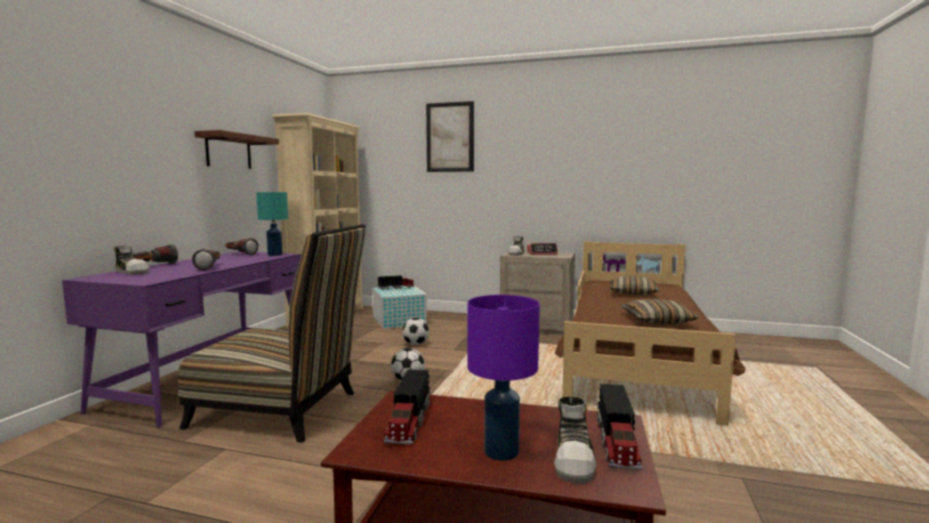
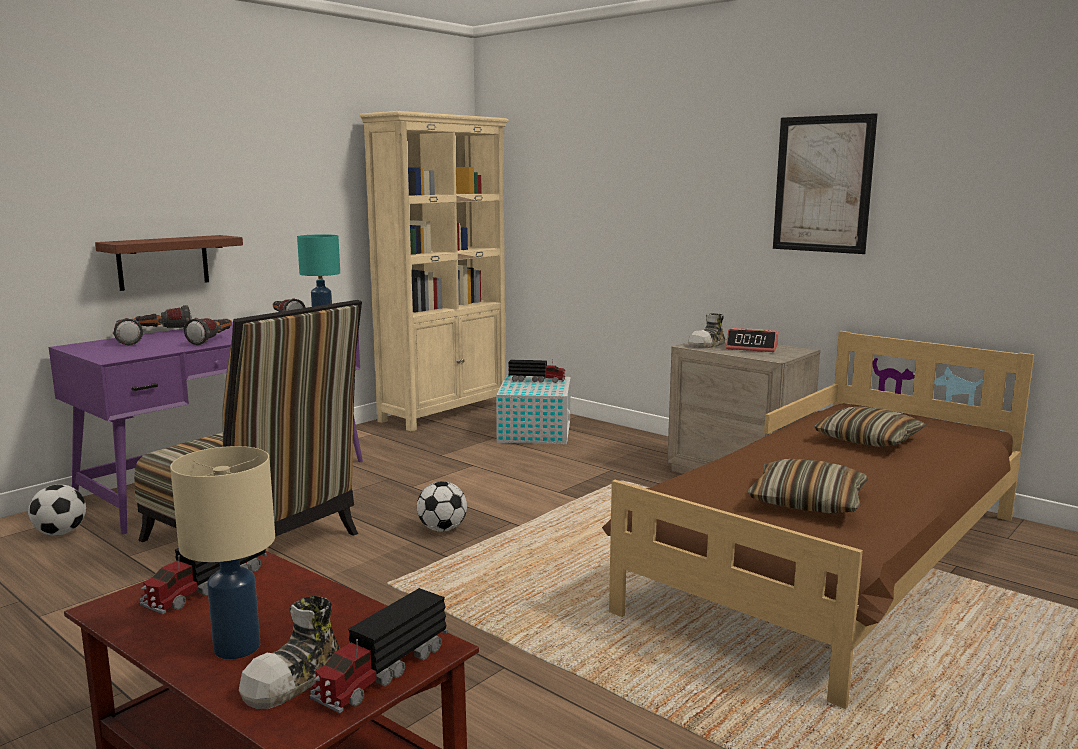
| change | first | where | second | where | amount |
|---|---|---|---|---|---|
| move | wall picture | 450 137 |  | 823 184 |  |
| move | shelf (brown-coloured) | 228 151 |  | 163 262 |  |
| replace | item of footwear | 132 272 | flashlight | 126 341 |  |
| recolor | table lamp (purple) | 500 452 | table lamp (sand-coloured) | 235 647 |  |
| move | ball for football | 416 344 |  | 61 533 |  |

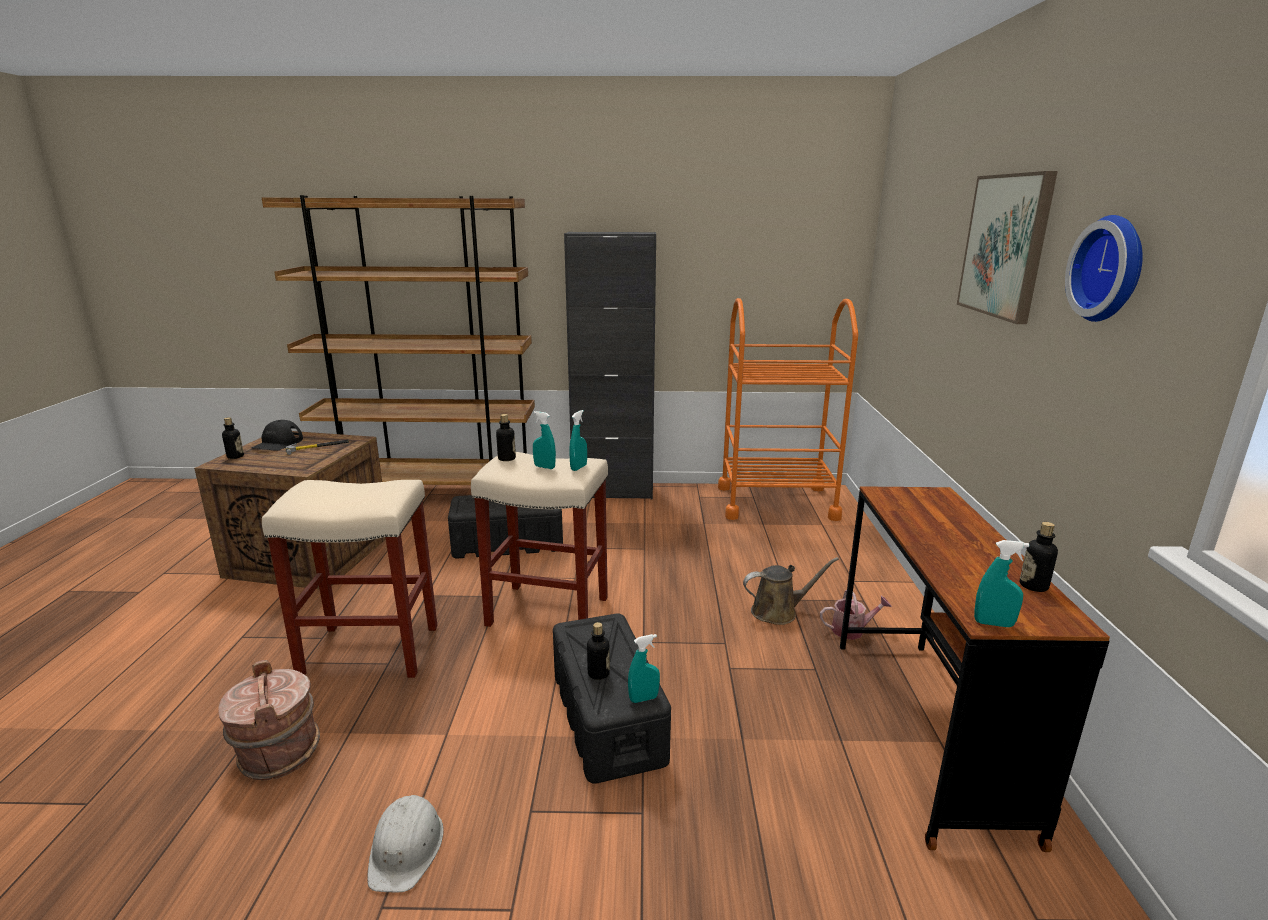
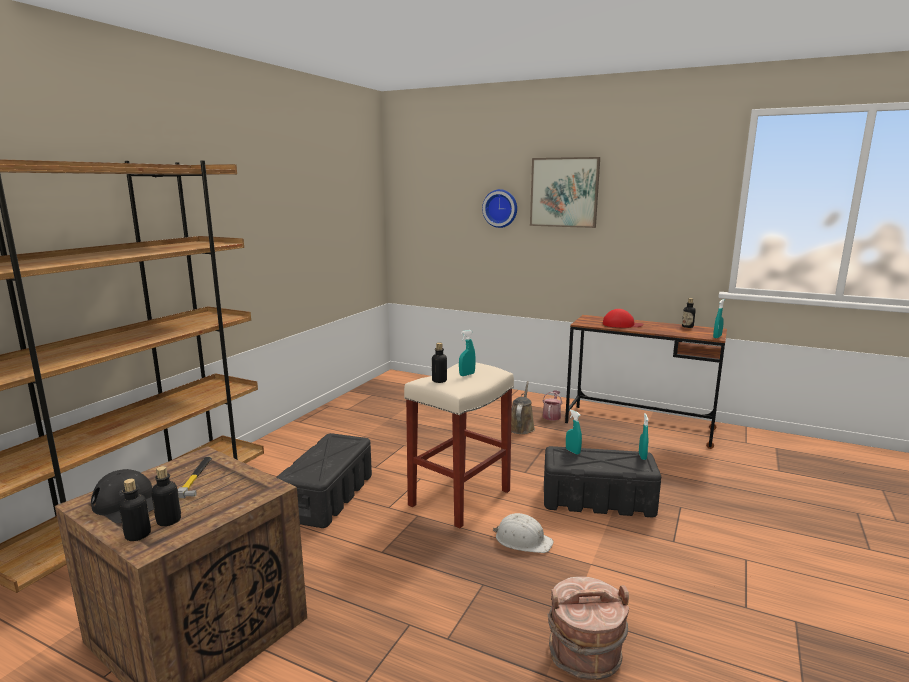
| change | first | where | second | where | amount |
|---|---|---|---|---|---|
| move | wall clock | 1112 269 |  | 500 208 |  |
| delete | storage cabinet (blackish) | 613 492 |  |  |  |
| delete | wheeled cart (orange-coloured) | 776 502 |  |  |  |
| move | hand sprayer (turquoise-coloured) | 578 467 |  | 572 451 |  |
| delete | stool (sand-coloured) | 372 650 |  |  |  |
| move | beverage bottle | 598 673 |  | 169 520 |  |
| move | safety helmet (whitish) | 406 848 |  | 523 540 |  |
| insert |  |  | baseball cap (red-coloured) | 621 325 |  |

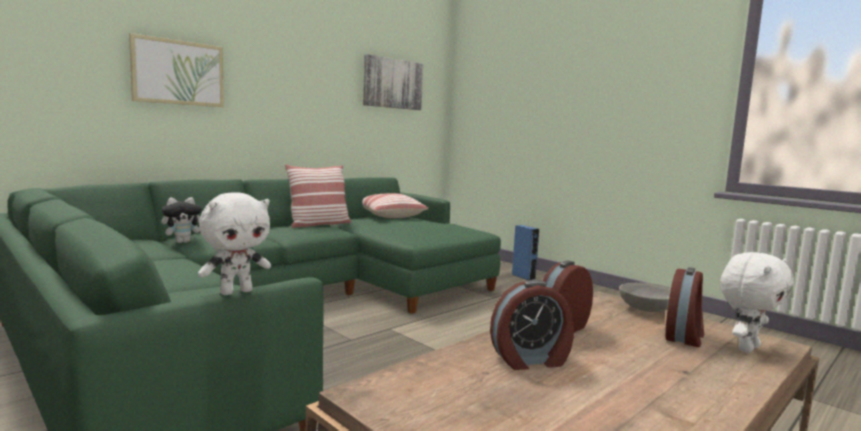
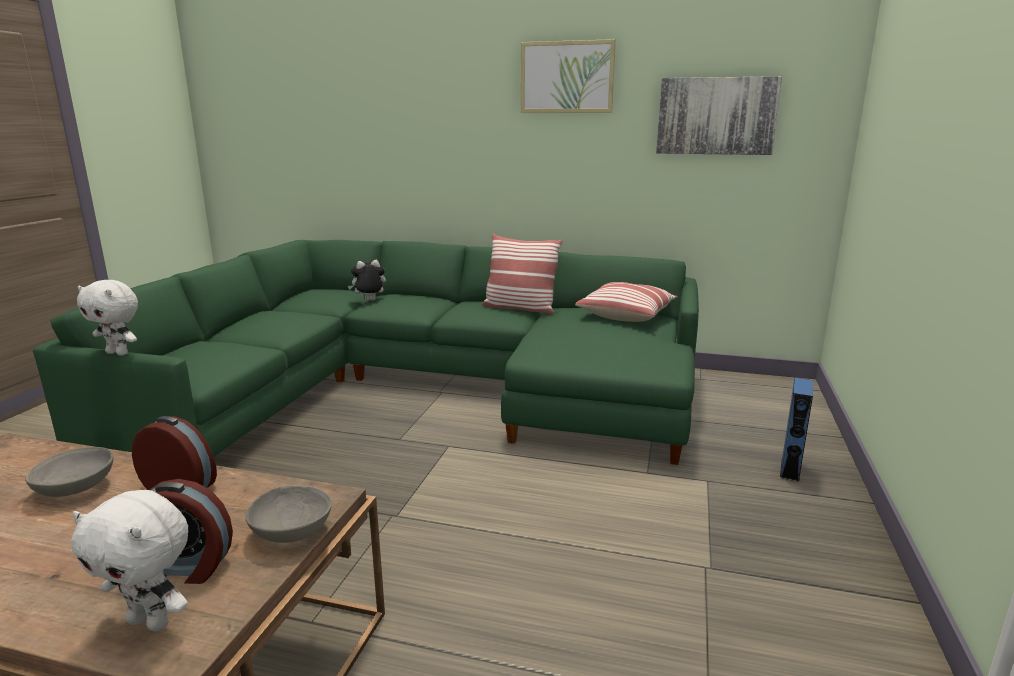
| change | first | where | second | where | amount |
|---|---|---|---|---|---|
| move | wall picture | 178 72 |  | 567 77 |  |
| rotate | cuddly toy | 183 242 |  | 369 301 | 135 degrees clockwise |
| replace | bedside clock | 531 360 | bowl (greyish) | 77 488 |  |

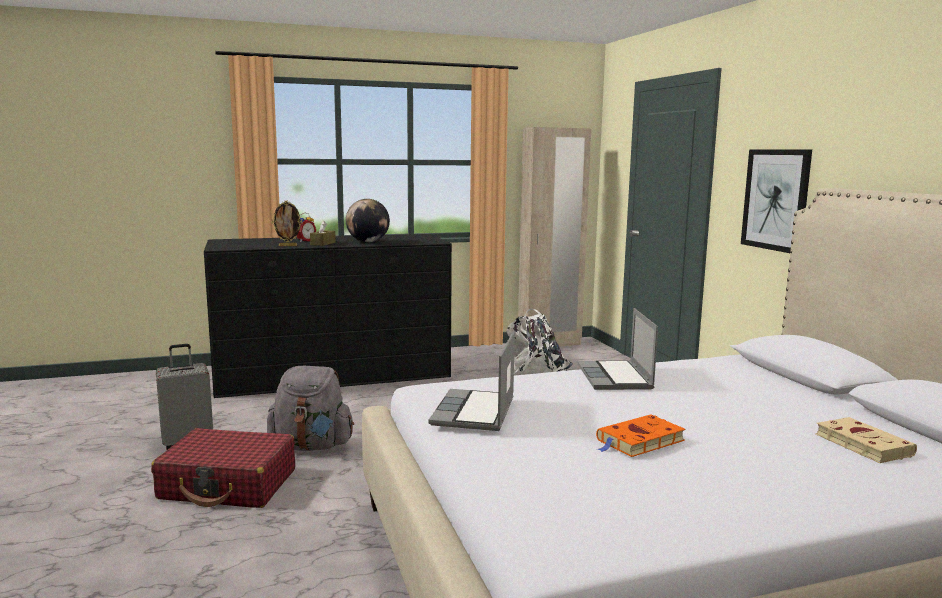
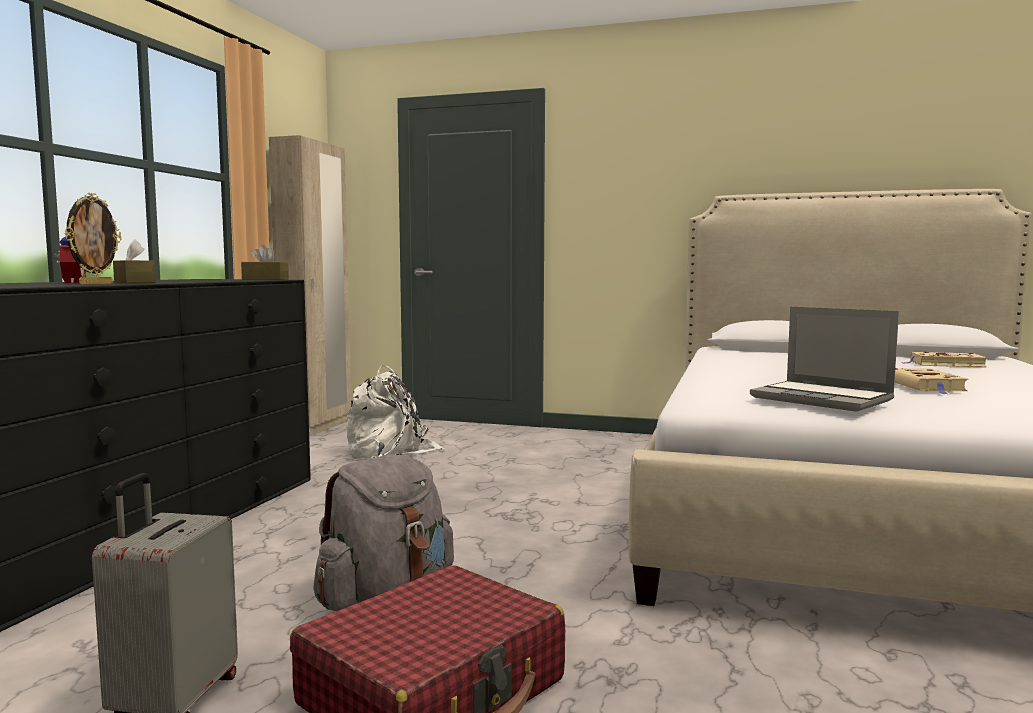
| change | first | where | second | where | amount |
|---|---|---|---|---|---|
| delete | wall picture | 776 199 |  |  |  |
| delete | globe | 368 242 |  |  |  |
| delete | portable computer | 616 378 |  |  |  |
| recolor | volume (orange-coloured) | 639 441 | volume (sand-coloured) | 925 386 |  |
| insert |  |  | tissue holder (brown-coloured) | 265 279 |  |

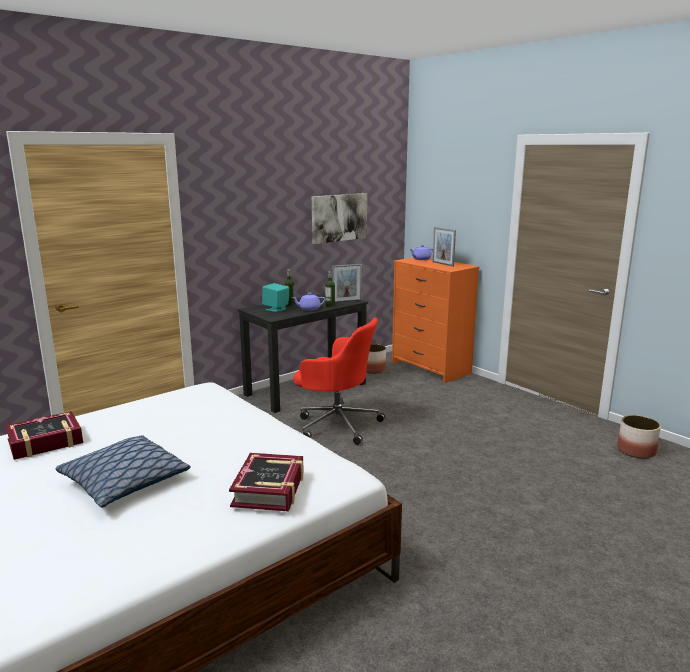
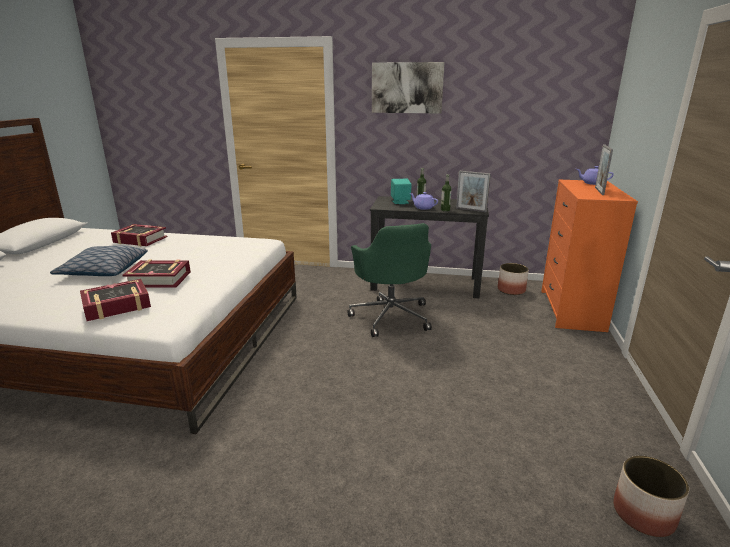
| change | first | where | second | where | amount |
|---|---|---|---|---|---|
| move | wall picture | 339 217 |  | 407 88 |  |
| recolor | office chair (red-coloured) | 336 424 | office chair (green-coloured) | 391 316 |  |
| insert |  |  | volume | 159 279 |  |

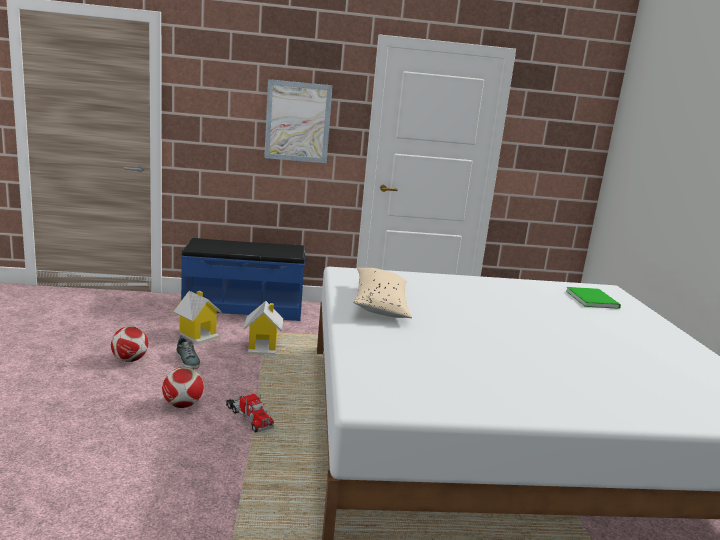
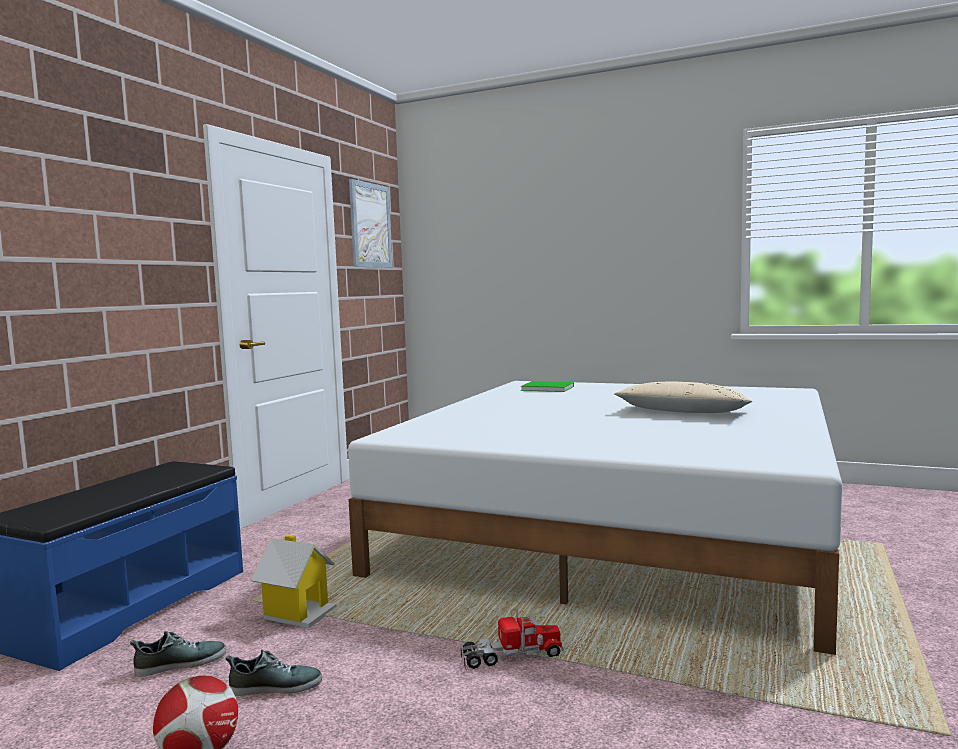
| change | first | where | second | where | amount |
|---|---|---|---|---|---|
| move | wall picture | 298 122 |  | 370 225 |  |
| move | cushion (sand-coloured) | 380 303 |  | 682 412 |  |
| replace | model house | 198 335 | item of footwear | 180 663 |  |
| delete | ball for football | 182 405 |  |  |  |

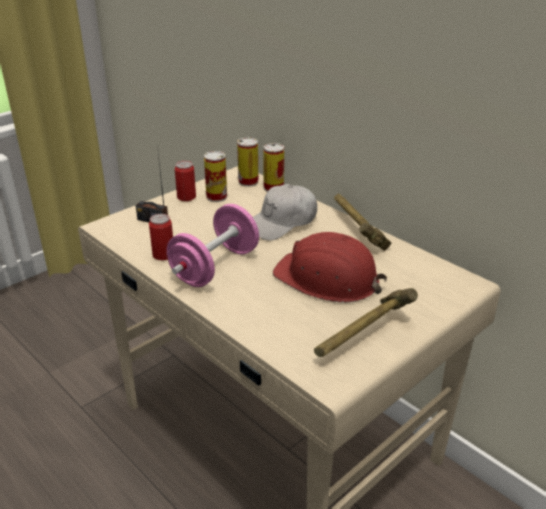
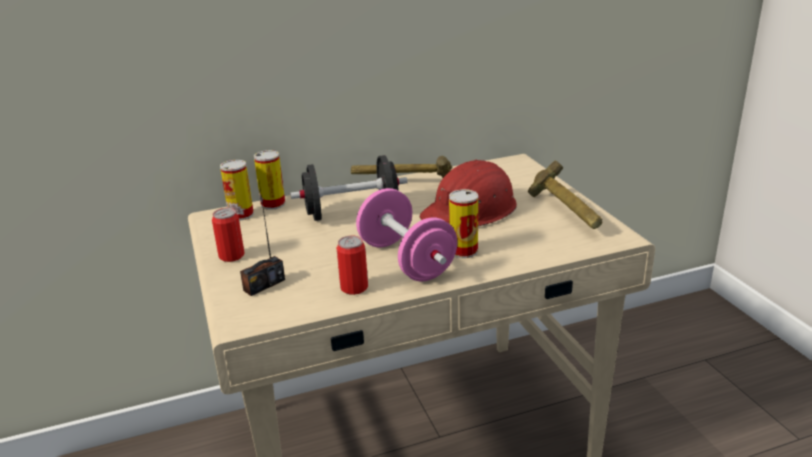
| change | first | where | second | where | amount |
|---|---|---|---|---|---|
| move | can | 216 197 |  | 463 251 |  |
| replace | baseball cap (whitish) | 282 223 | free weight (blackish) | 351 212 |  |

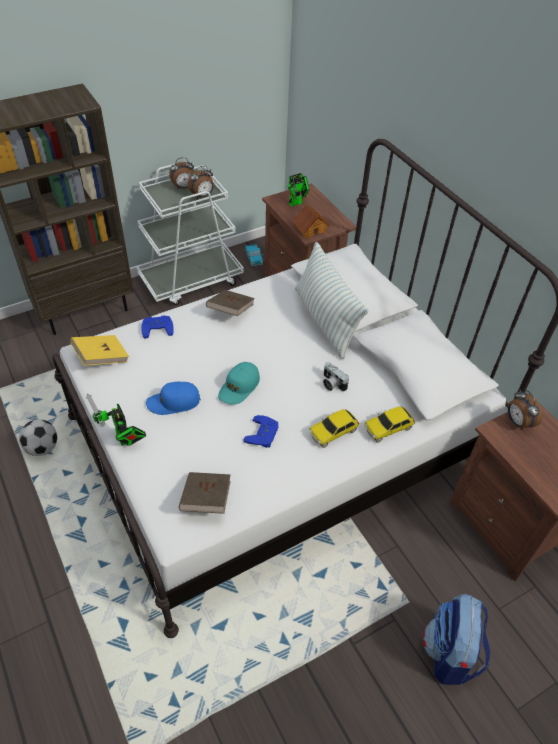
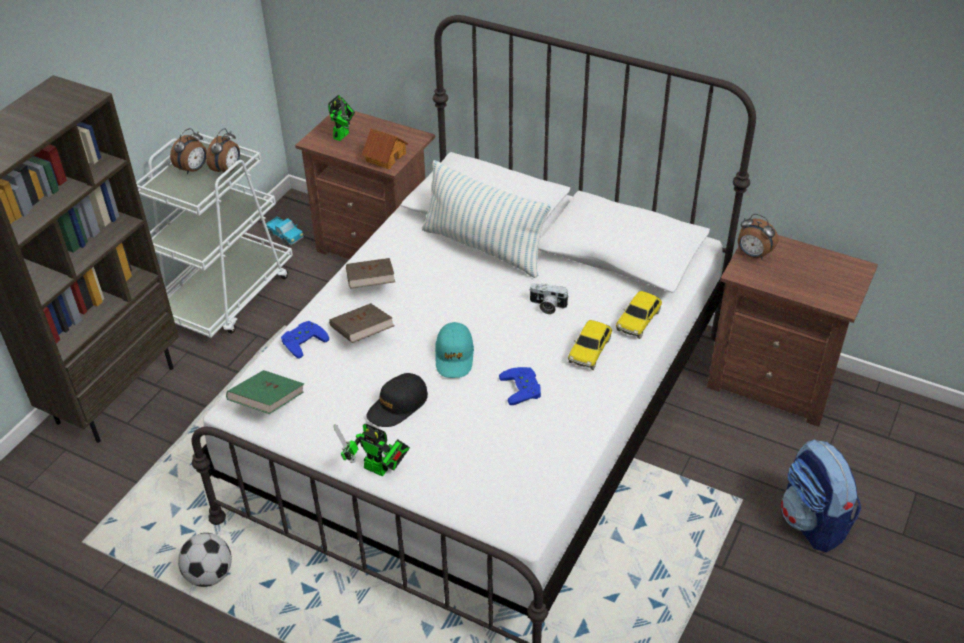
| change | first | where | second | where | amount |
|---|---|---|---|---|---|
| recolor | volume (yellow-coloured) | 101 358 | volume (green-coloured) | 268 403 |  |
| recolor | baseball cap (bluish) | 173 402 | baseball cap (blackish) | 397 406 |  |
| move | volume (brown-coloured) | 206 500 |  | 362 334 |  |

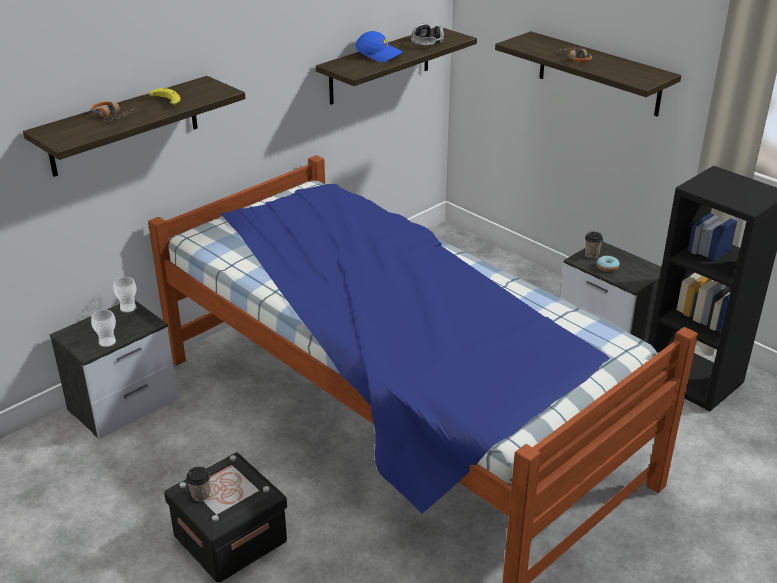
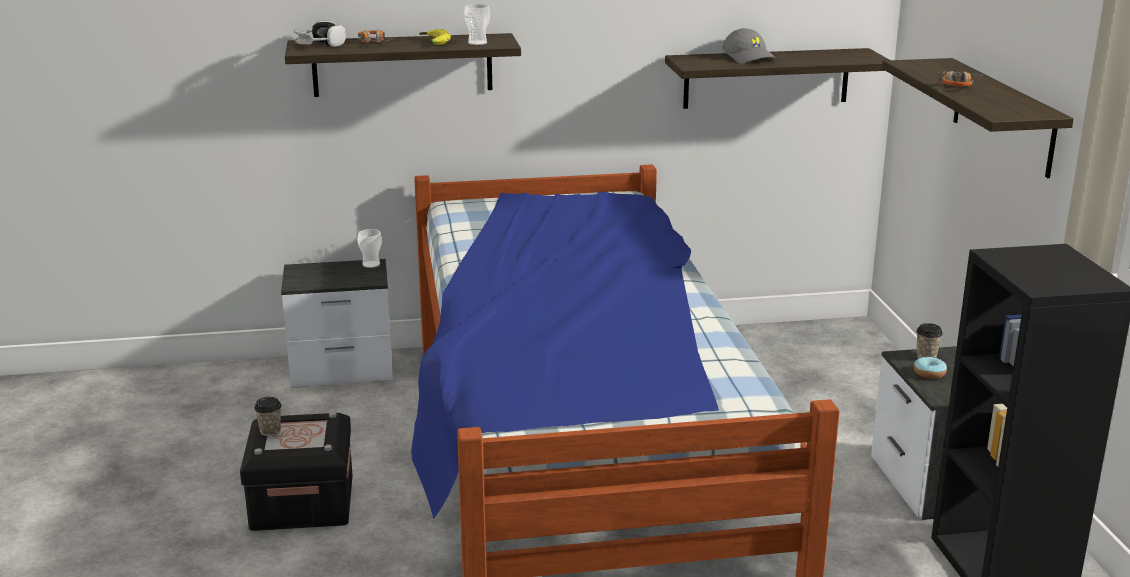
| change | first | where | second | where | amount |
|---|---|---|---|---|---|
| move | headset | 427 43 |  | 319 45 |  |
| recolor | baseball cap (bluish) | 379 55 | baseball cap (greyish) | 749 58 |  |
| move | drinking cup | 107 342 |  | 477 43 |  |

